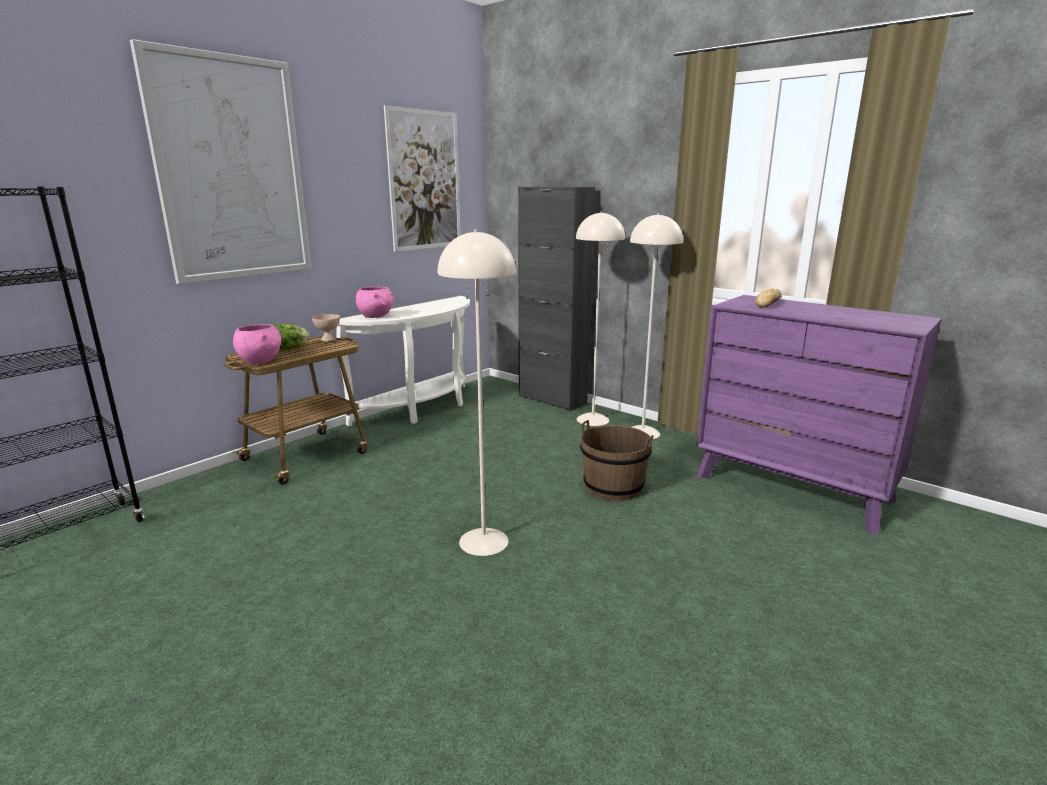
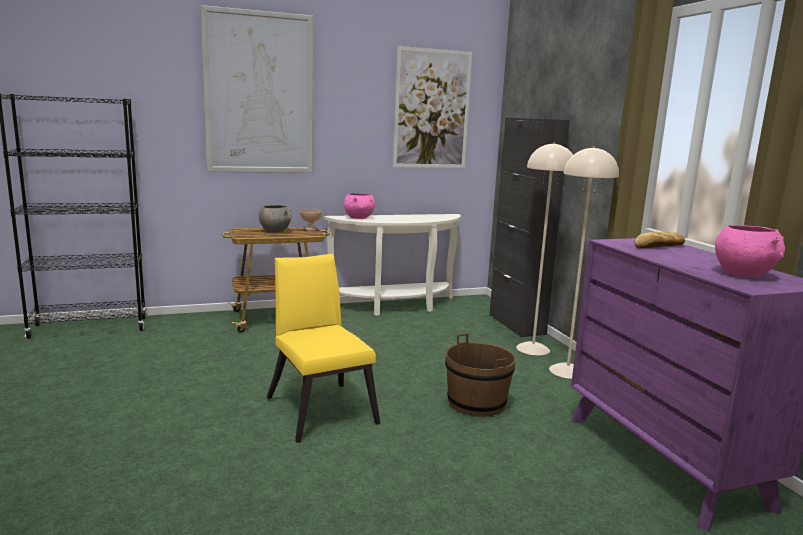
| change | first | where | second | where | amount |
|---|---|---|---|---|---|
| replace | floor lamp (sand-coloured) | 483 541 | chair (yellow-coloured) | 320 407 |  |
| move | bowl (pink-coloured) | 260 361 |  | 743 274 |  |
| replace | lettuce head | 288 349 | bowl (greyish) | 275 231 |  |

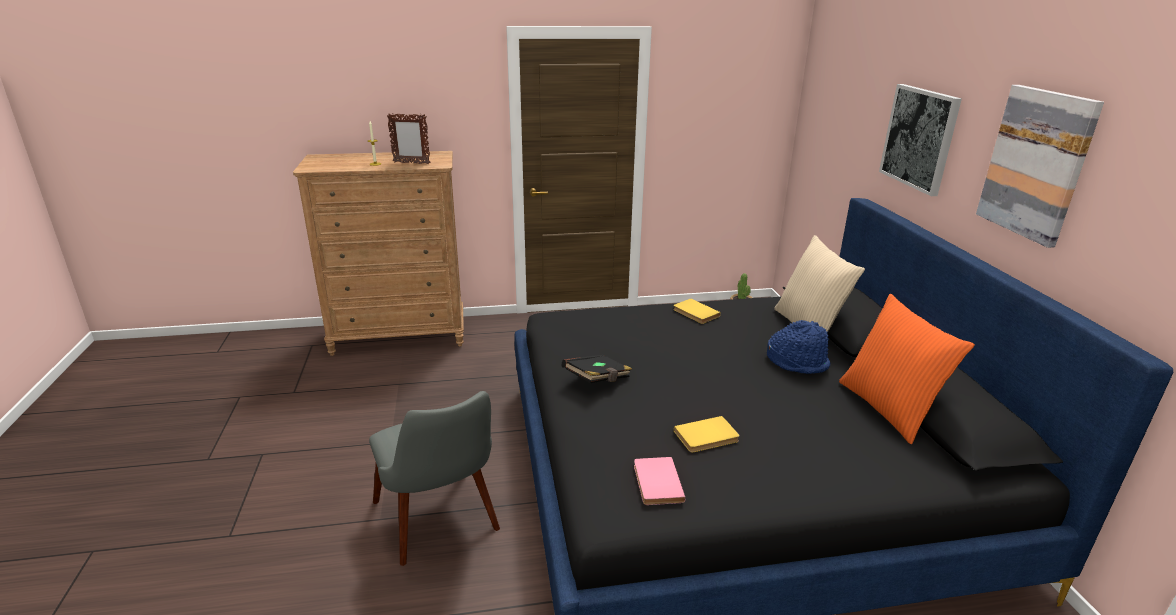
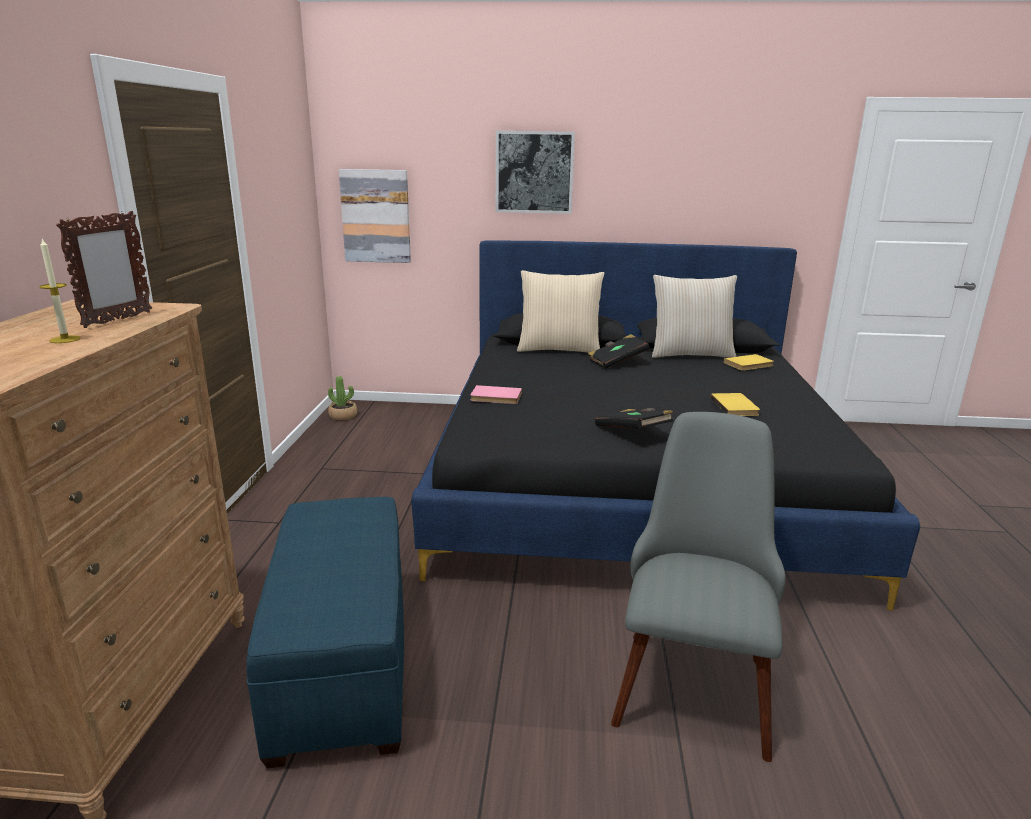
| change | first | where | second | where | amount |
|---|---|---|---|---|---|
| move | wall picture | 1036 164 |  | 376 216 |  |
| recolor | cushion (orange-coloured) | 888 409 | cushion (sand-coloured) | 690 354 |  |
| move | volume (yellow-coloured) | 695 313 |  | 749 365 |  |
| replace | hat (bluish) | 797 362 | volume (blackish) | 617 362 |  |
| rotate | chair (greyish) | 442 525 |  | 693 674 | 60 degrees counterclockwise |
| move | volume (pink-coloured) | 655 483 |  | 495 397 |  |
| insert |  |  | footrest (bluish) | 341 663 |  |

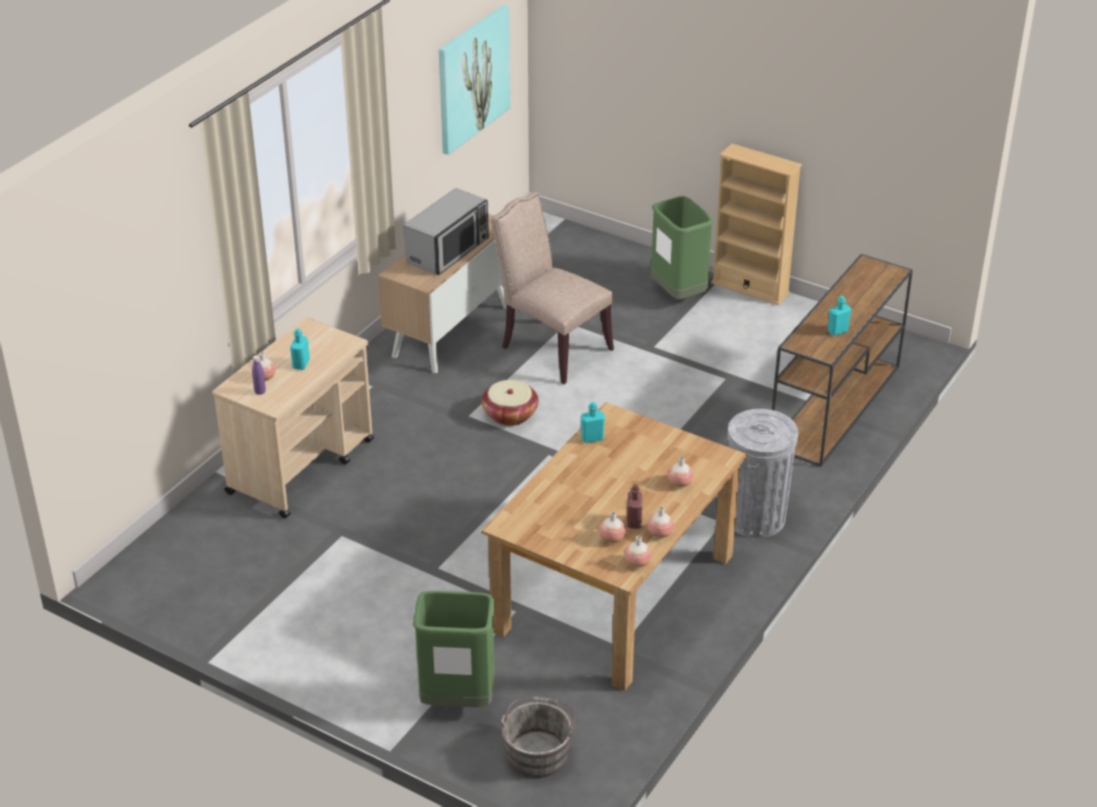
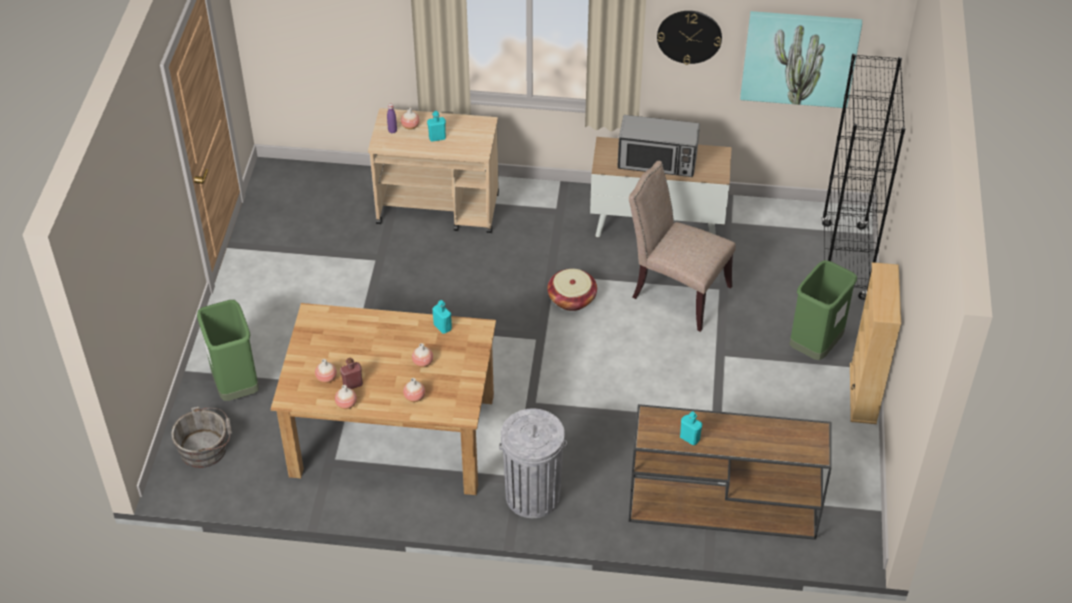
| change | first | where | second | where | amount |
|---|---|---|---|---|---|
| rotate | chair (sand-coloured) | 551 348 |  | 676 292 | 75 degrees counterclockwise |
| move | vase | 637 563 |  | 423 362 |  |
| insert |  |  | wall clock | 689 36 |  |
| insert |  |  | shelving unit (blackish) | 844 262 |  |

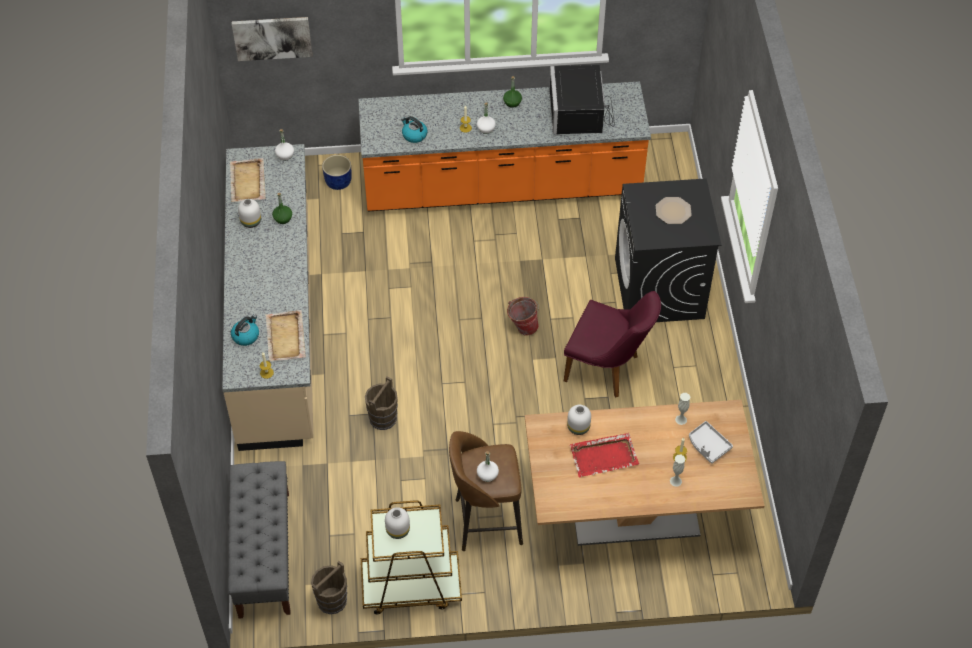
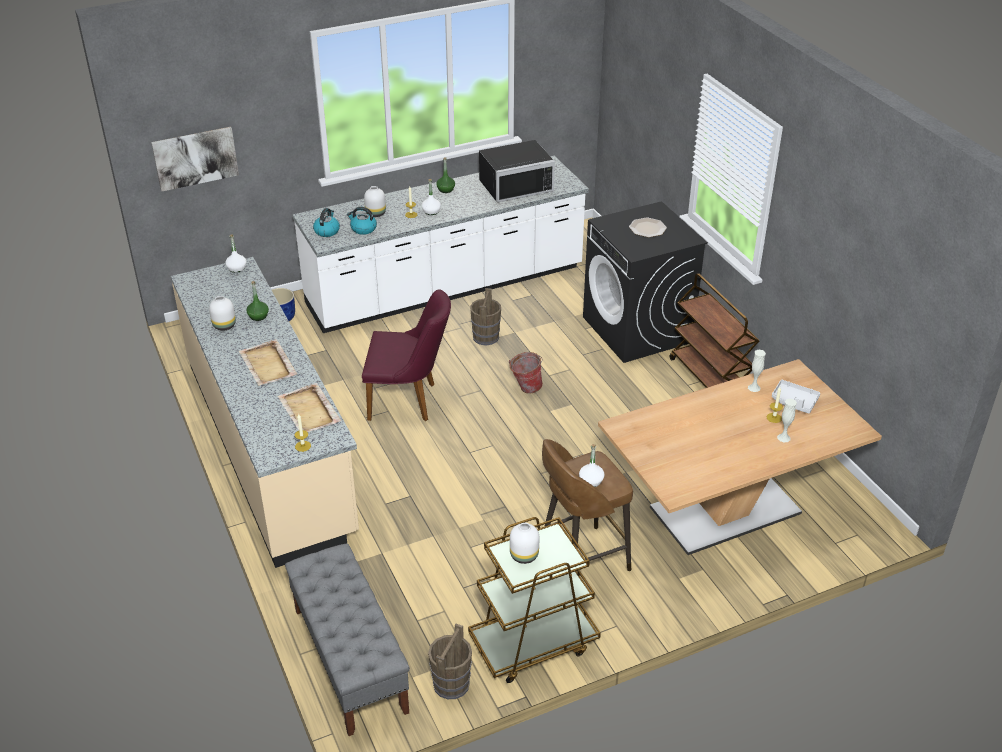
| change | first | where | second | where | amount |
|---|---|---|---|---|---|
| rotate | microwave (blackish) | 581 113 |  | 514 185 | 90 degrees counterclockwise |
| recolor | counter (orange-coloured) | 502 186 | counter (whitish) | 446 287 |  |
| move | tray (sand-coloured) | 247 182 |  | 268 365 |  |
| move | chair (purple) | 608 369 |  | 409 401 |  |
| move | water kettle | 246 336 |  | 327 231 |  |
| move | bucket (brown-coloured) | 382 418 |  | 485 337 |  |
| move | vase (whitish) | 578 427 |  | 375 213 |  |
| delete | tray (red-coloured) | 604 456 |  |  |  |
| insert |  |  | wheeled cart (brown-coloured) | 710 379 |  |

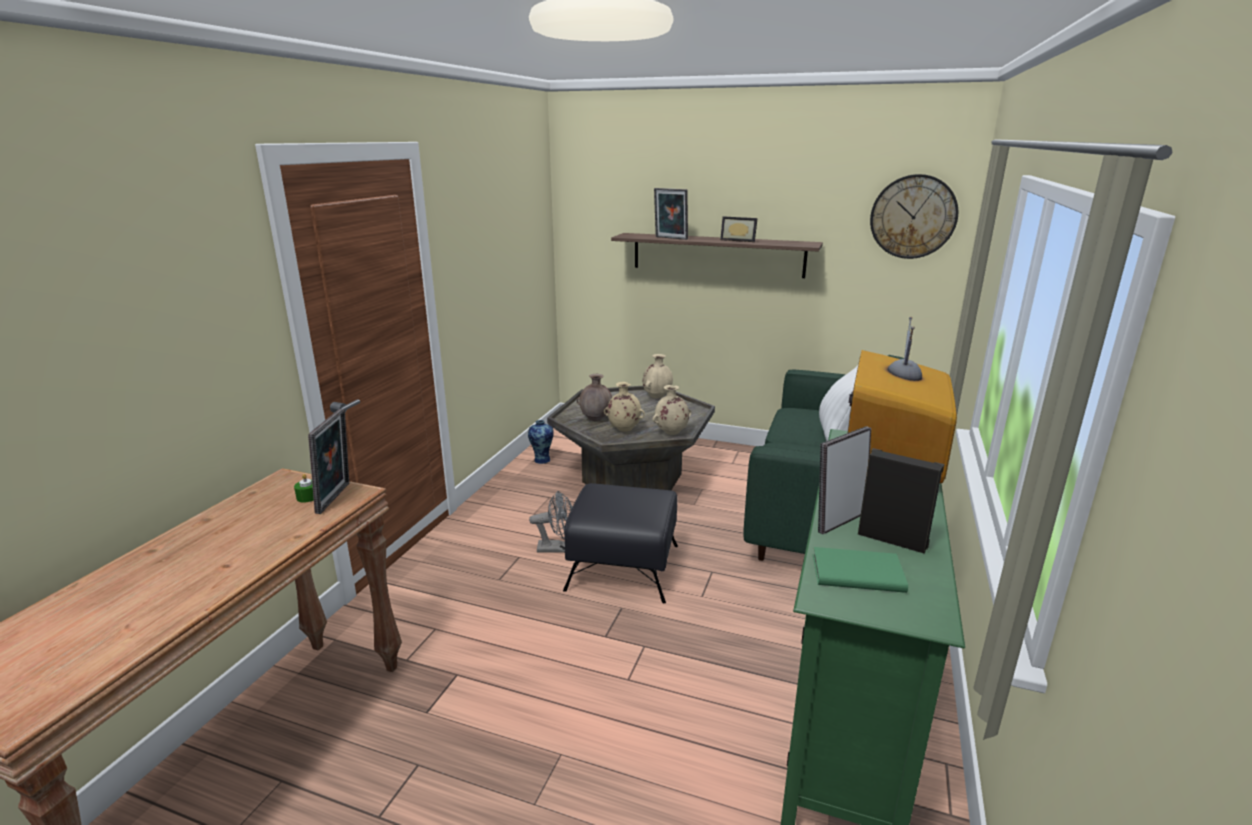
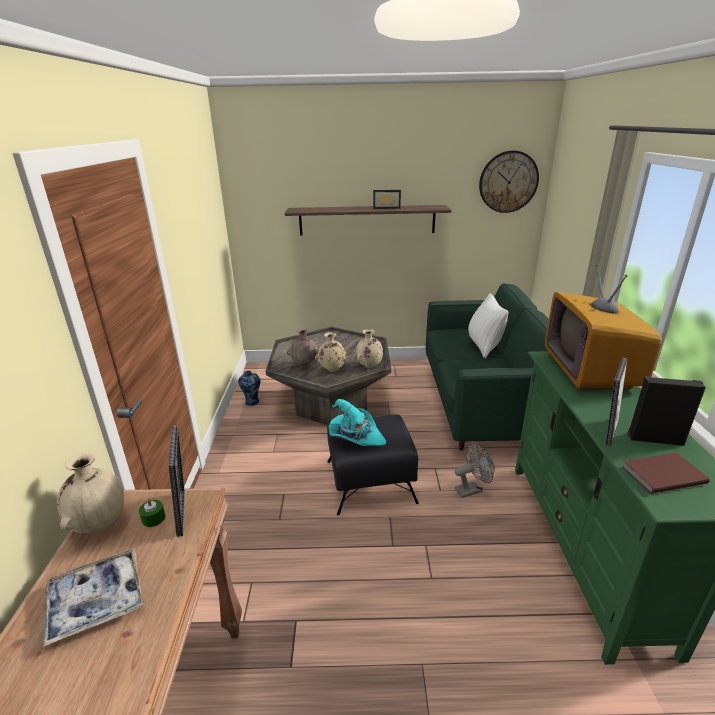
| change | first | where | second | where | amount |
|---|---|---|---|---|---|
| delete | photo frame | 670 238 |  |  |  |
| move | vase (sand-coloured) | 657 396 |  | 100 525 |  |
| move | electric fan (greyish) | 556 548 |  | 472 489 |  |
| recolor | volume (green-coloured) | 856 572 | volume (brown-coloured) | 661 474 |  |
| insert |  |  | hat (turquoise-coloured) | 355 436 |  |
| insert |  |  | tray | 96 600 |  |

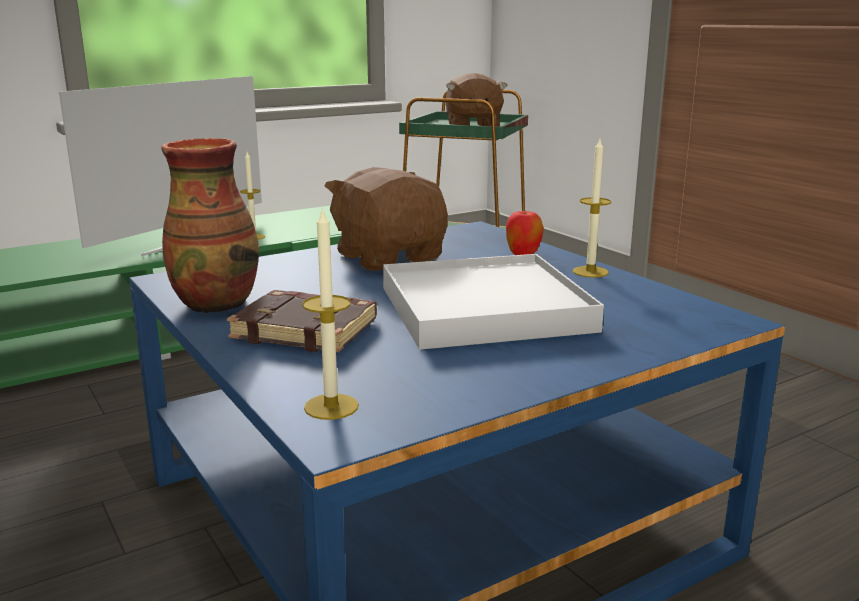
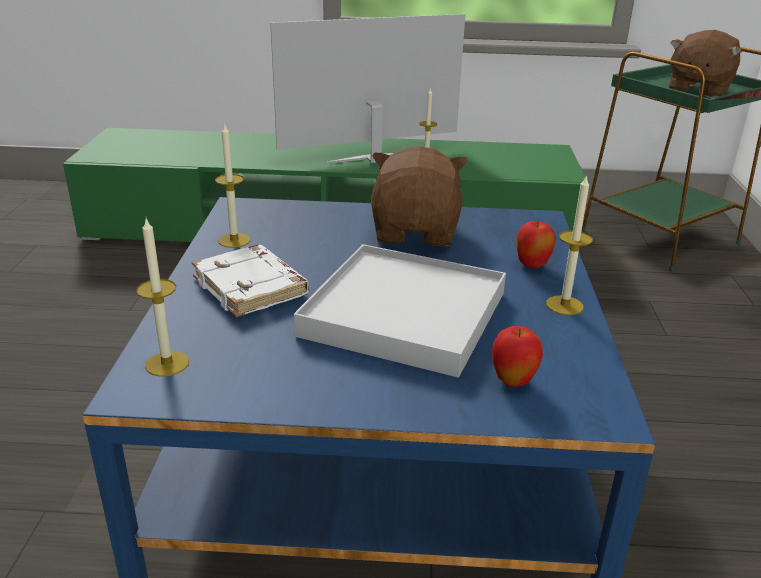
| change | first | where | second | where | amount |
|---|---|---|---|---|---|
| replace | vase | 216 303 | candle | 234 240 |  |
| recolor | volume (brown-coloured) | 307 330 | volume (whitish) | 252 287 |  |
| insert |  |  | whole apple | 513 381 |  |

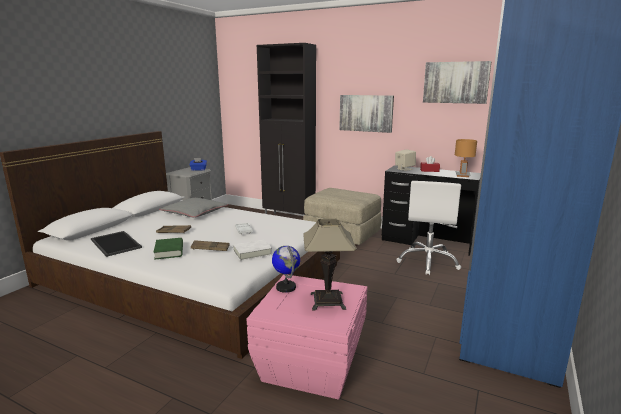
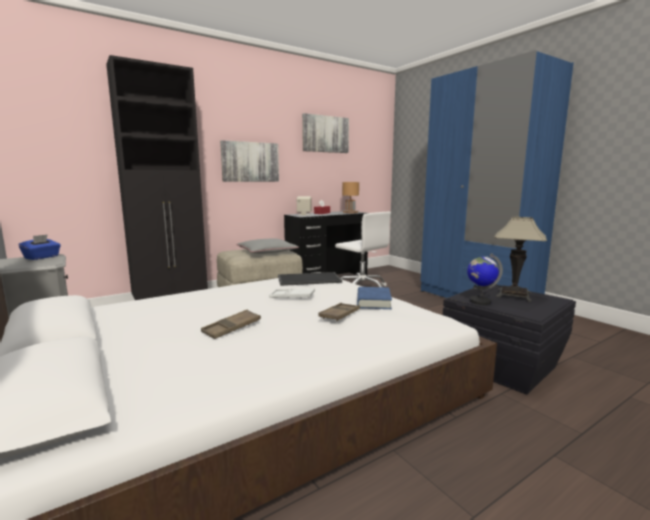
| change | first | where | second | where | amount |
|---|---|---|---|---|---|
| move | cushion (greyish) | 194 212 |  | 267 252 |  |
| move | tray | 114 243 |  | 308 279 |  |
| delete | volume (green-coloured) | 169 251 |  |  |  |
| recolor | volume (whitish) | 252 253 | volume (bluish) | 373 302 |  |
| recolor | storage box (pink-coloured) | 310 363 | storage box (blackish) | 501 366 |  |

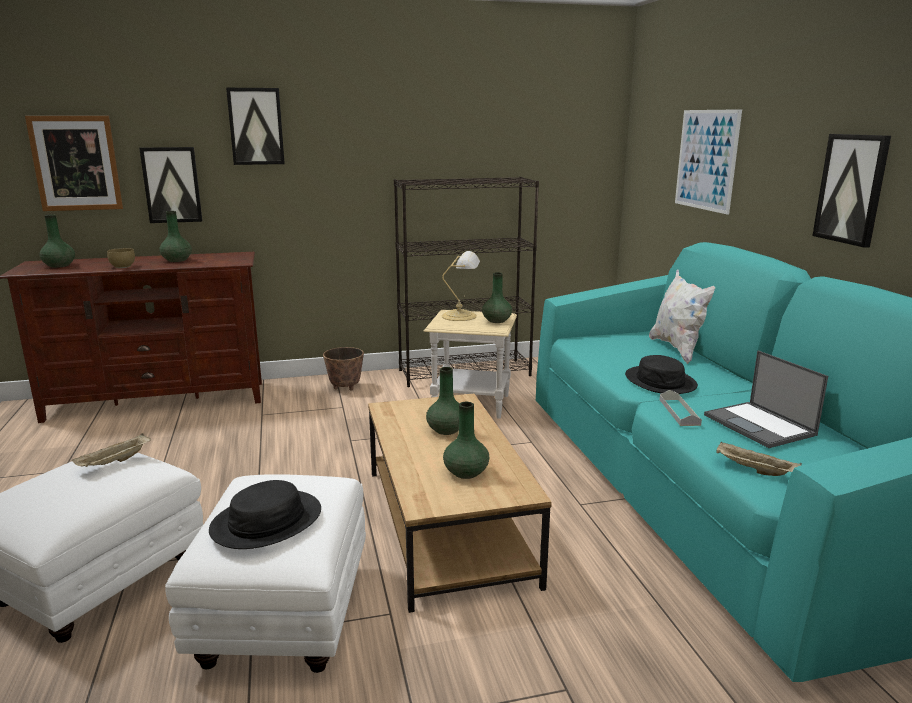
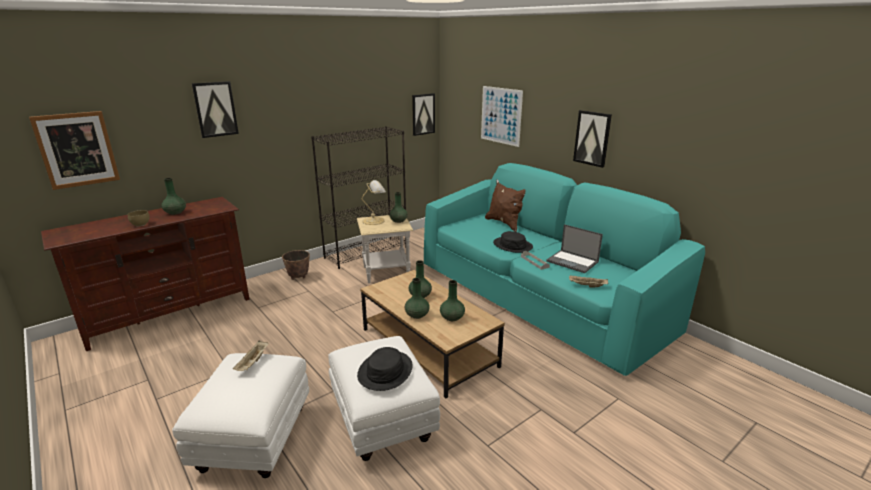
| change | first | where | second | where | amount |
|---|---|---|---|---|---|
| move | wall picture | 172 185 |  | 423 114 |  |
| move | vase (green-coloured) | 59 265 |  | 416 315 |  |
| recolor | cushion (whitish) | 679 349 | cushion (brown-coloured) | 505 223 |  |

